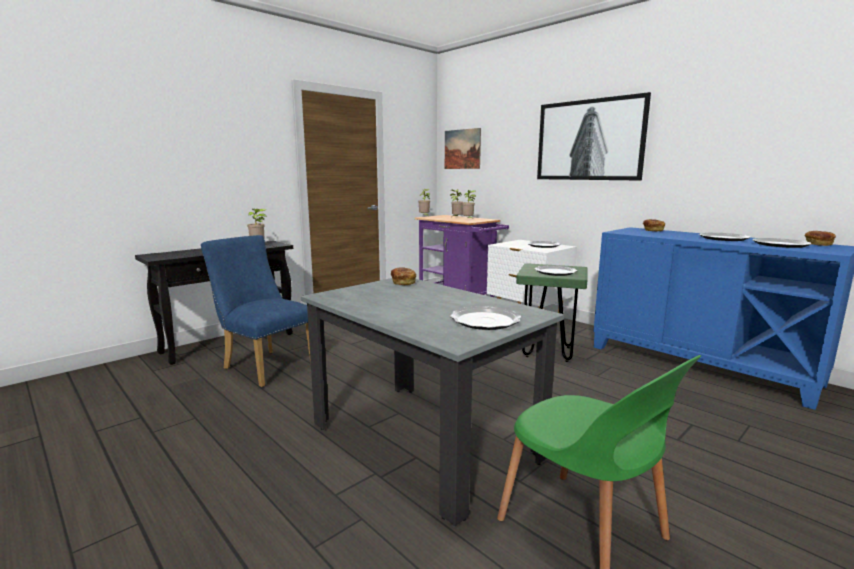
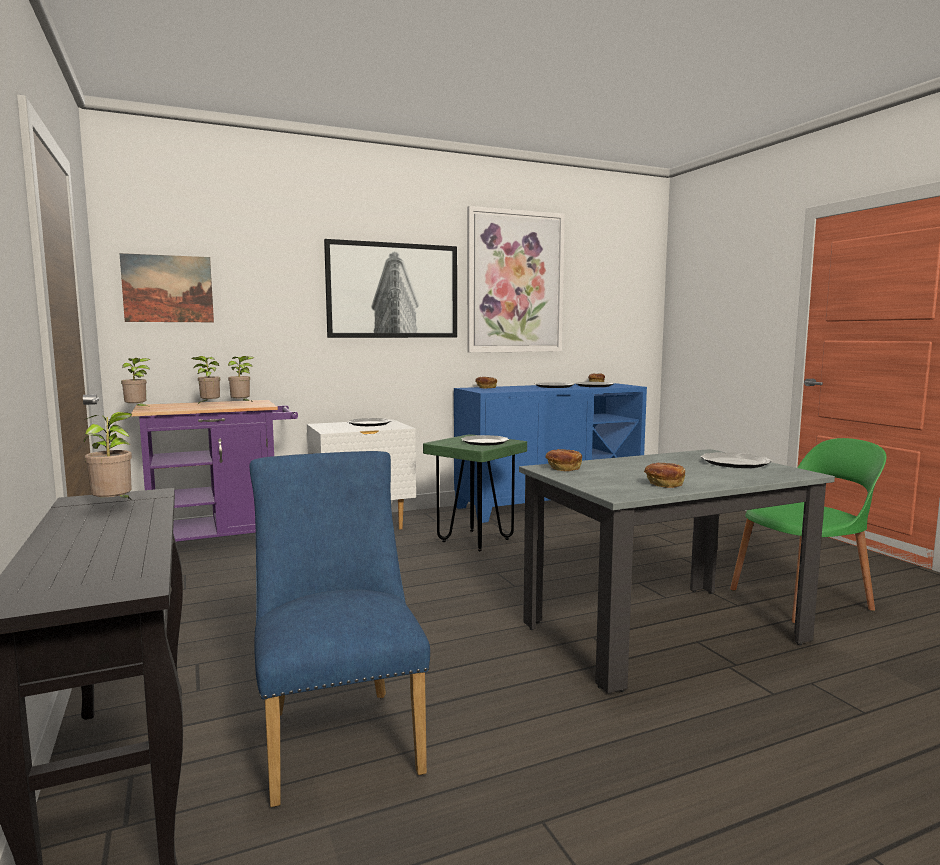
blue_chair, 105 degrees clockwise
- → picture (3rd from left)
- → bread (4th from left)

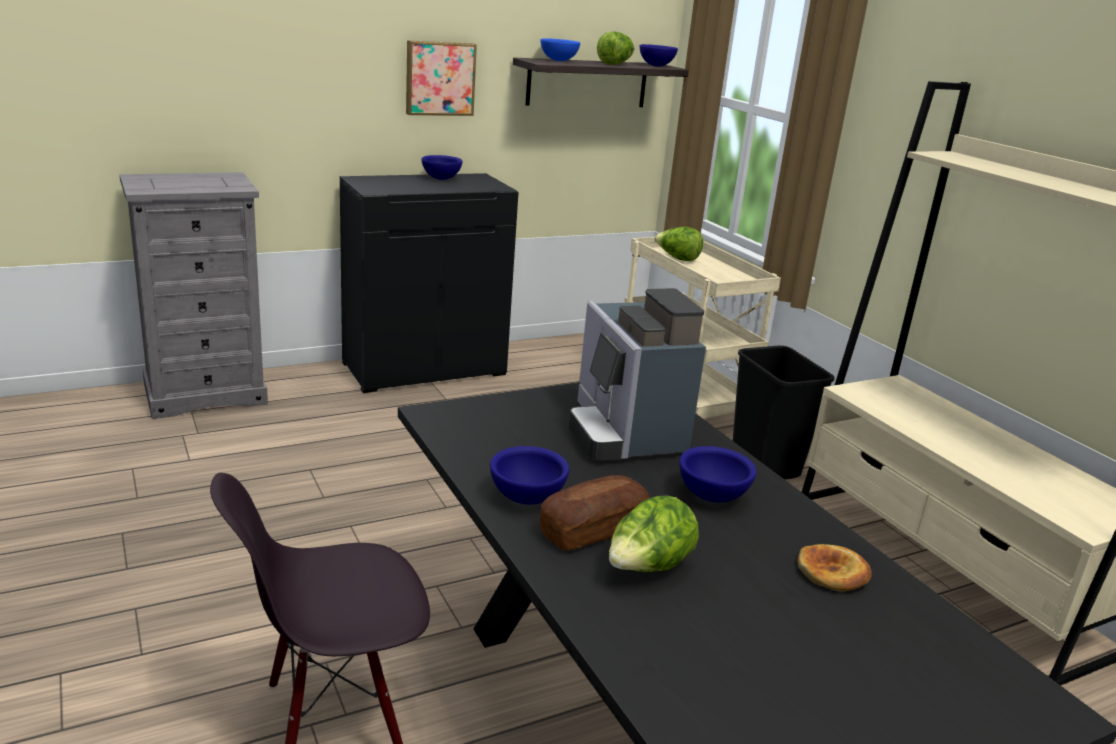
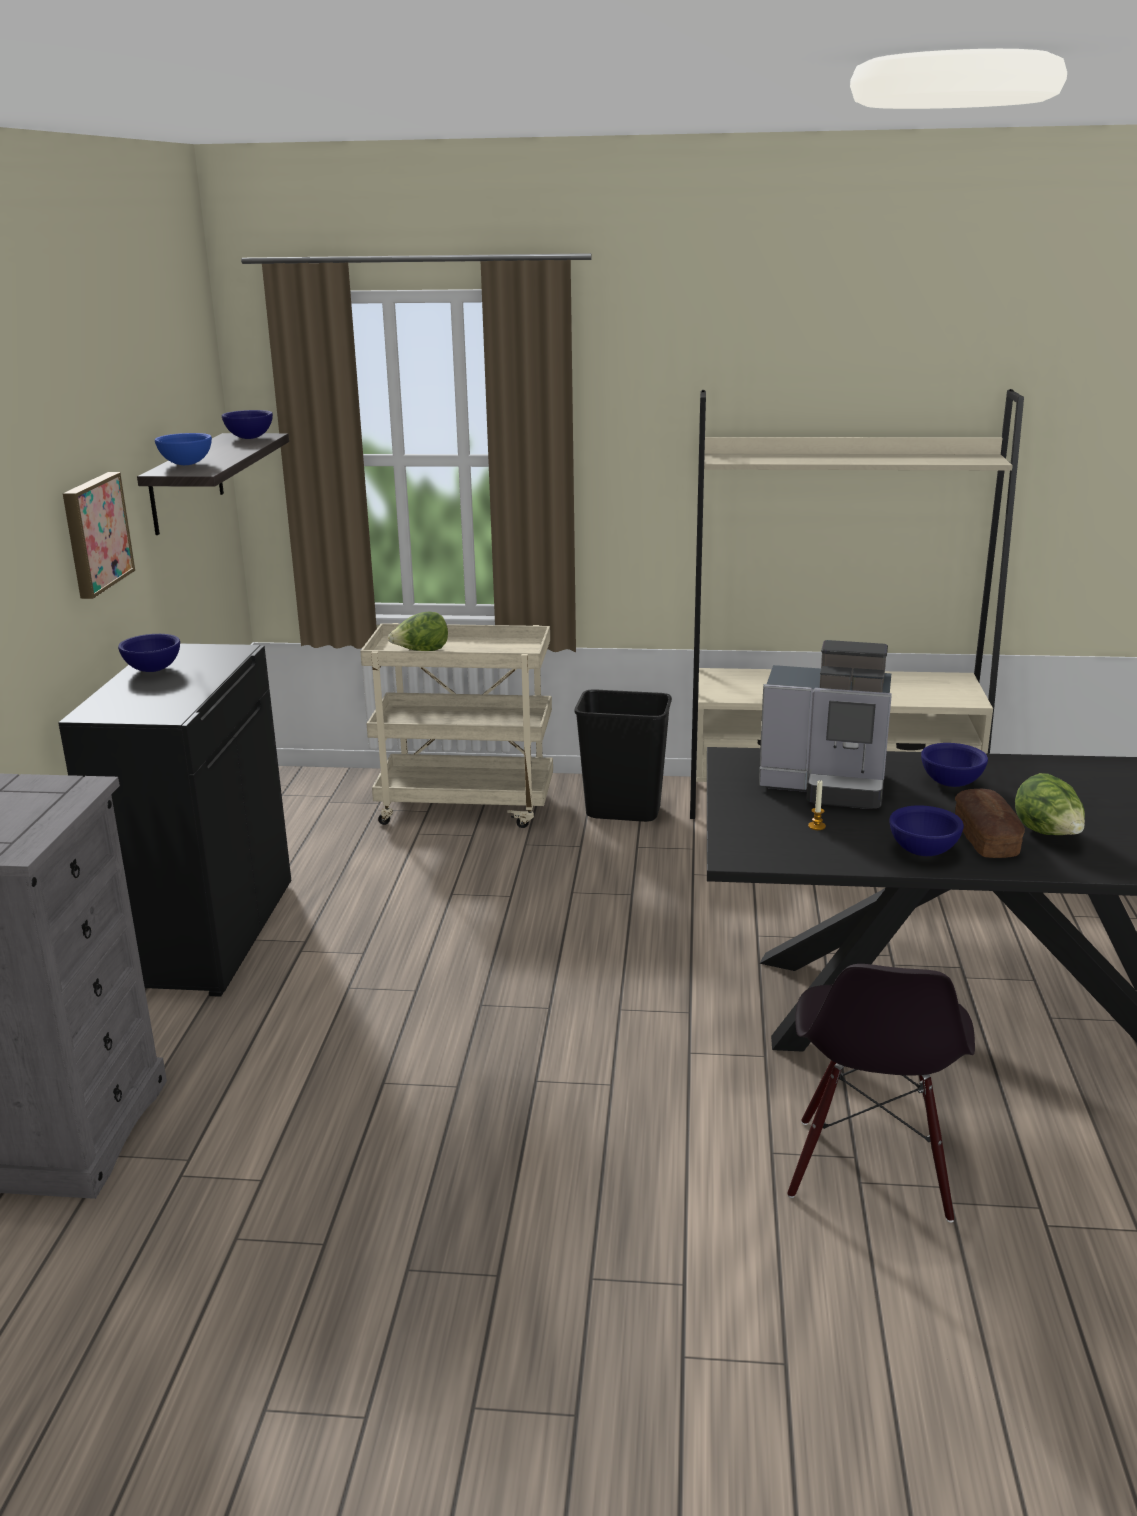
lettuce (1st from left) → -
bread (2nd from left) → -
- → candle

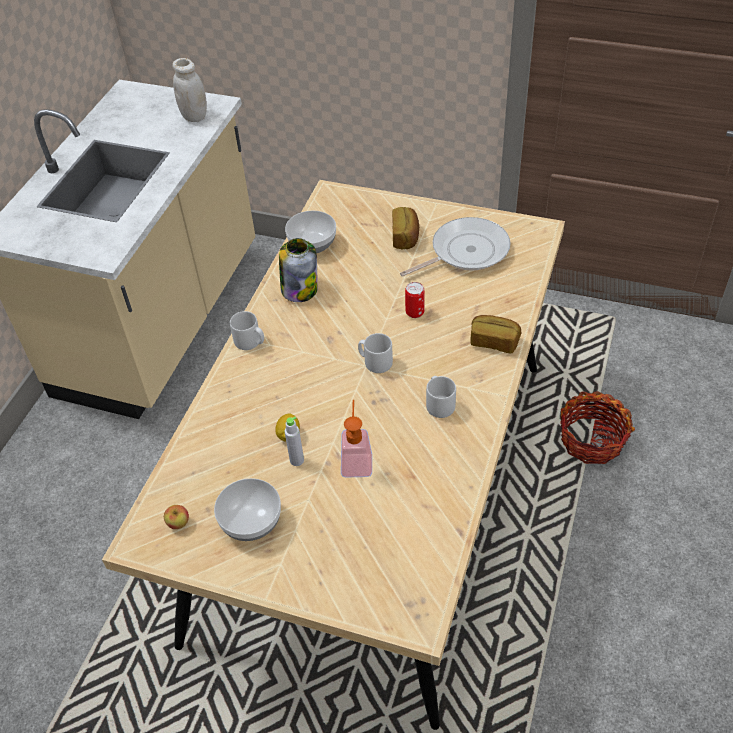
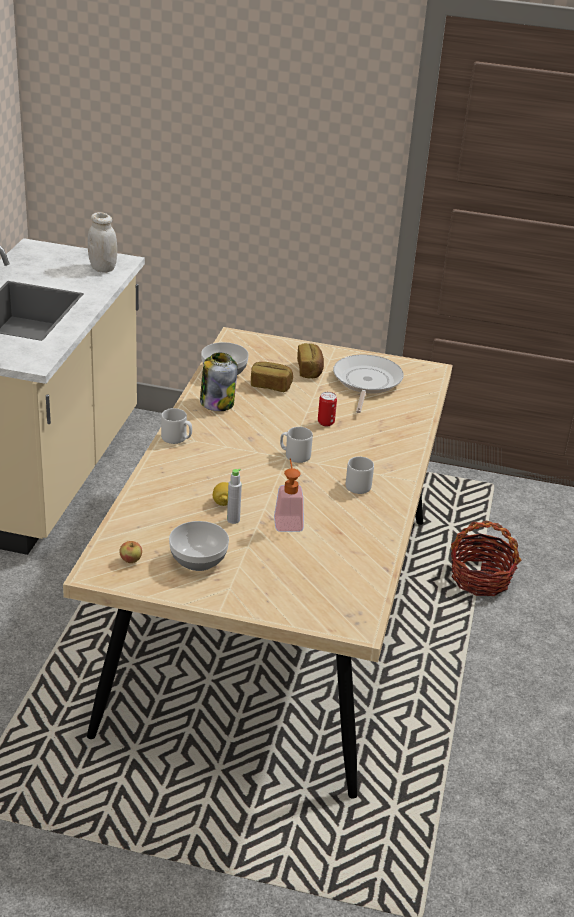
frying_pan, 45 degrees counterclockwise
bread (2nd from left in the first image) → bread (1st from left), move

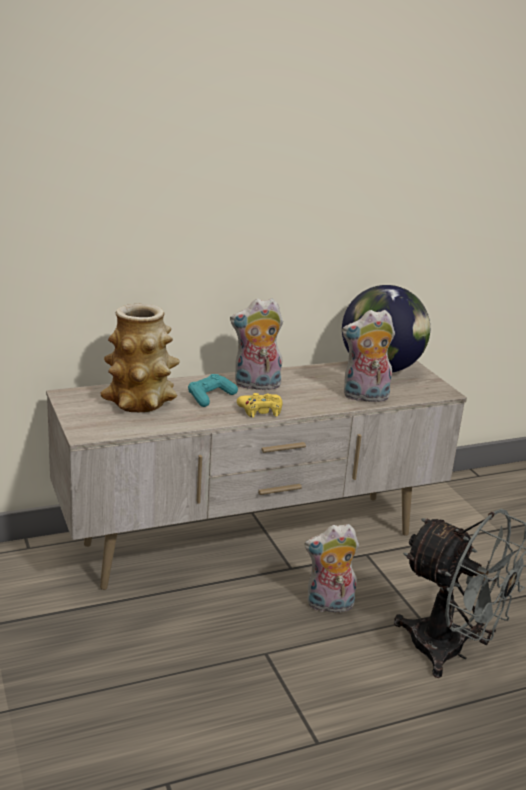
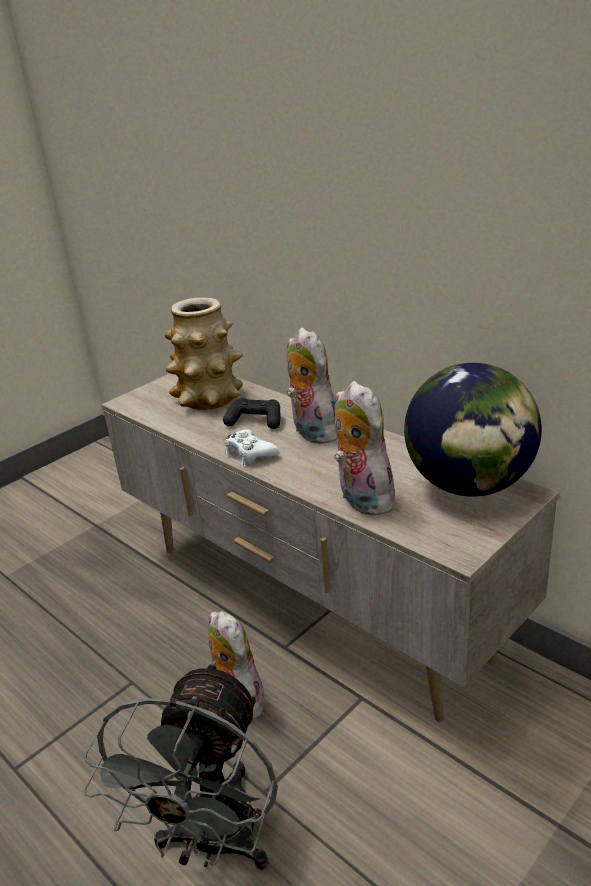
turquoise_game_controller → black_game_controller
yellow_game_controller → white_game_controller

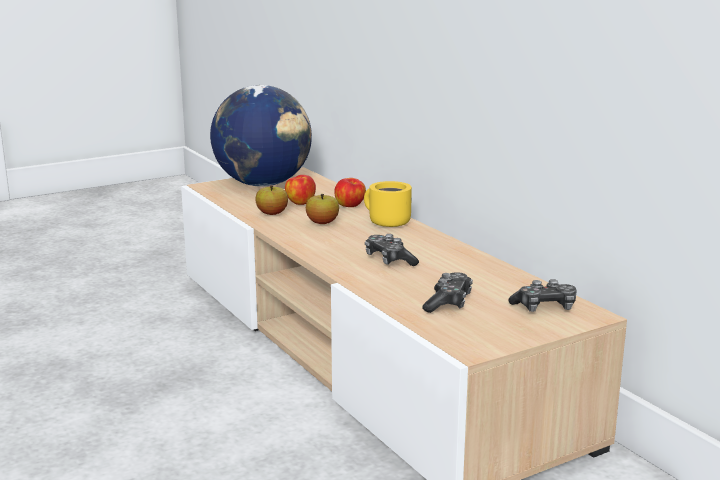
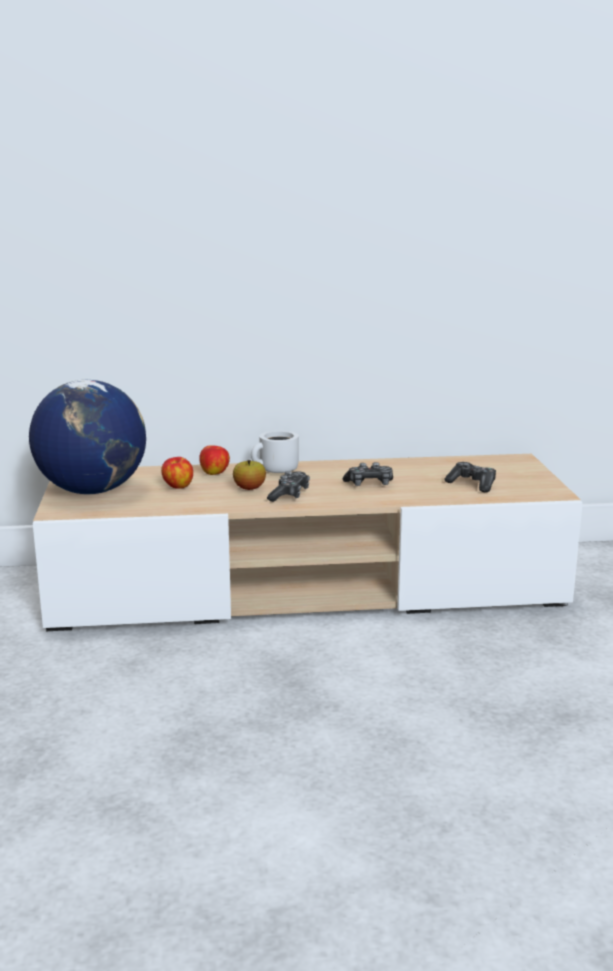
apple (1st from left) → -
yellow_mug → white_mug
game_controller (3rd from left in the first image) → game_controller (1st from left), move

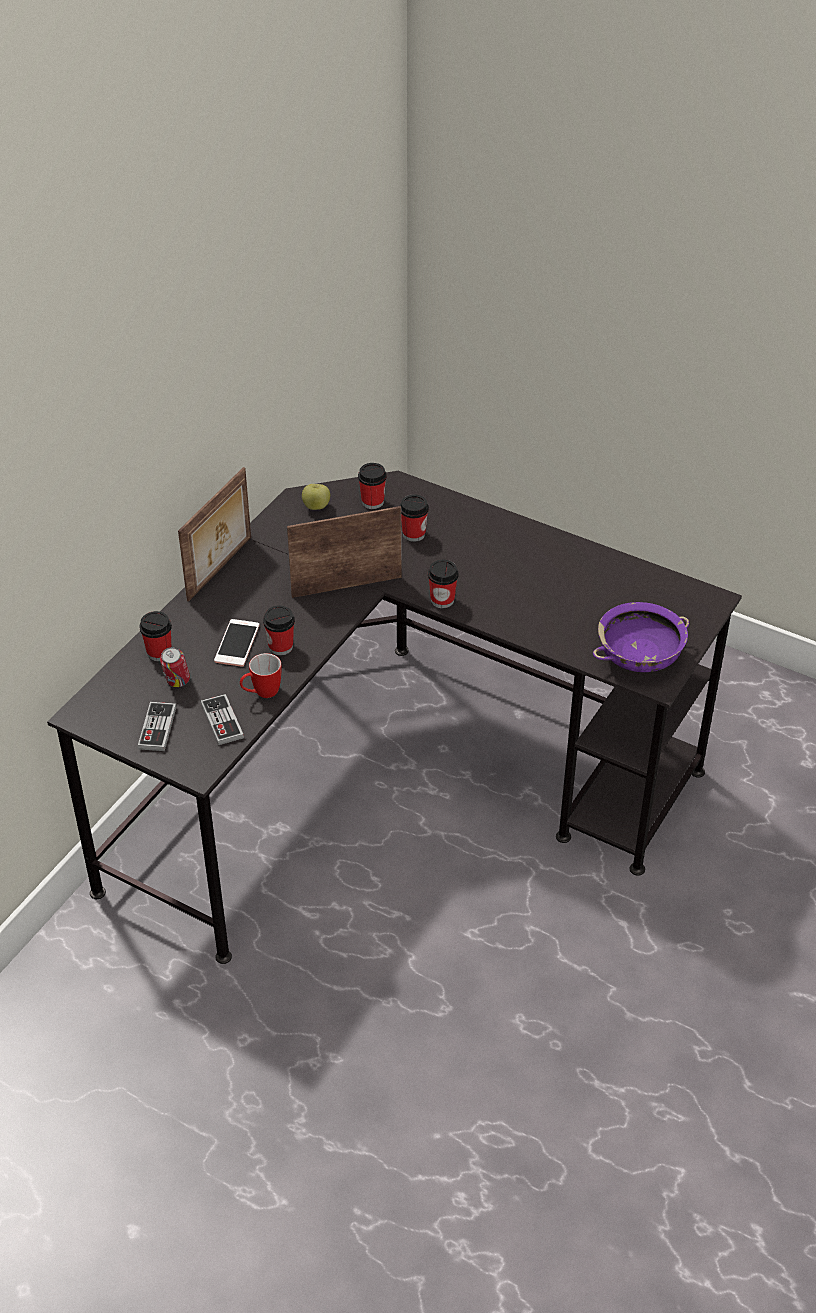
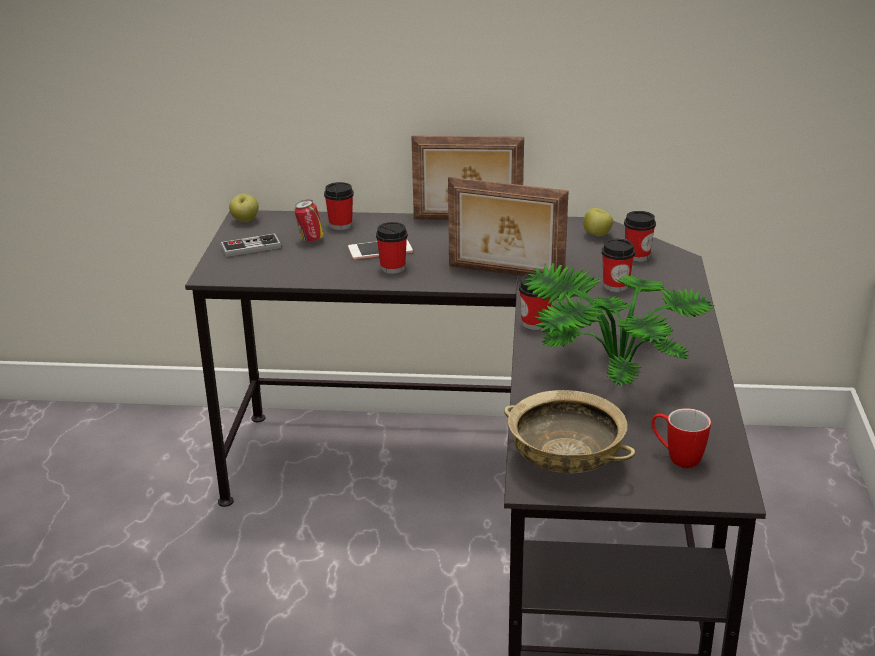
game_controller (2nd from left) → -
mug, move
picture_frame (2nd from left), 150 degrees clockwise
purple_bowl → beige_bowl
- → apple (1st from left)
- → potted_plant

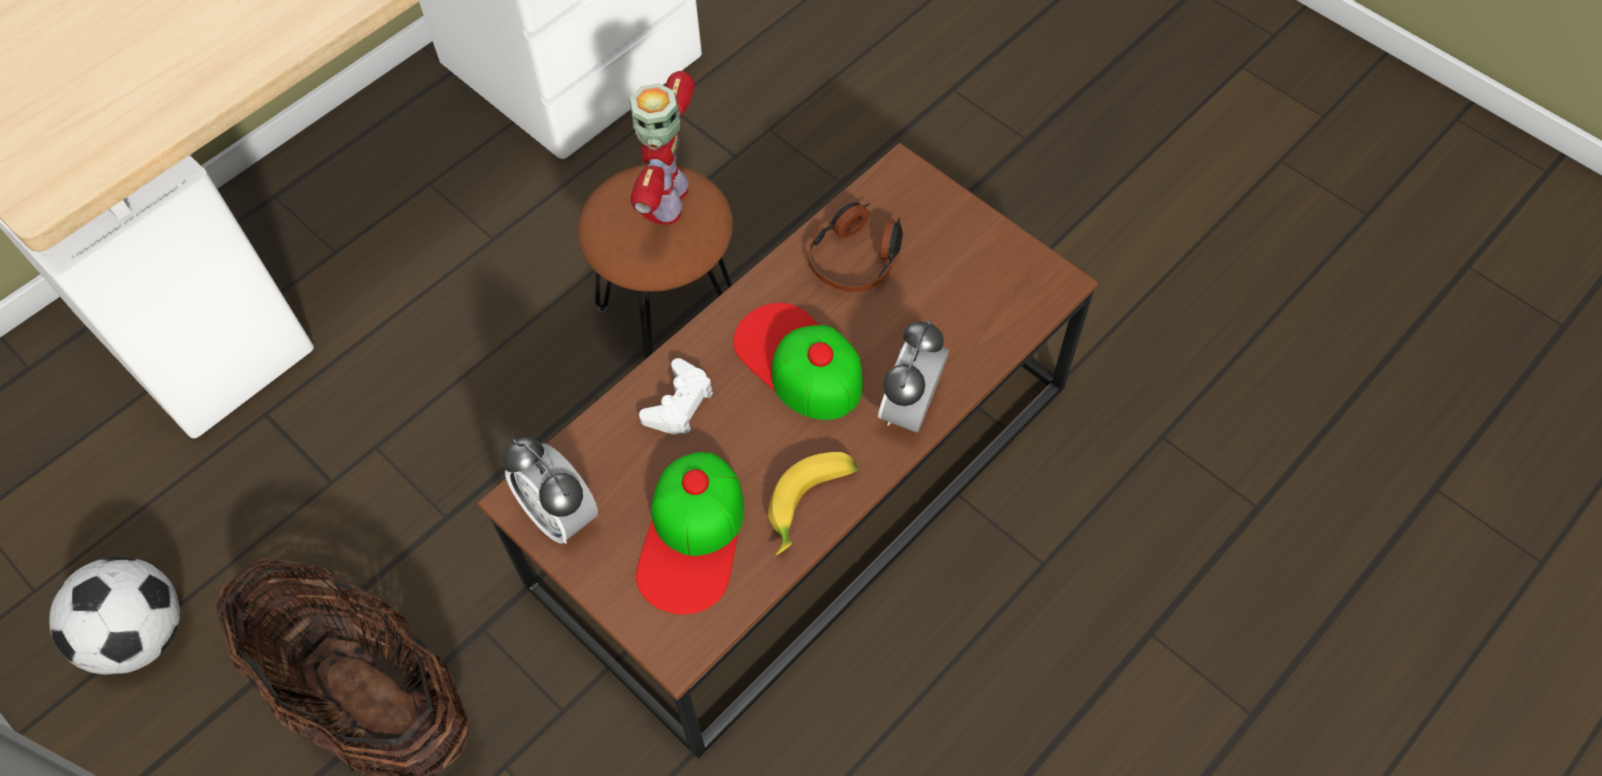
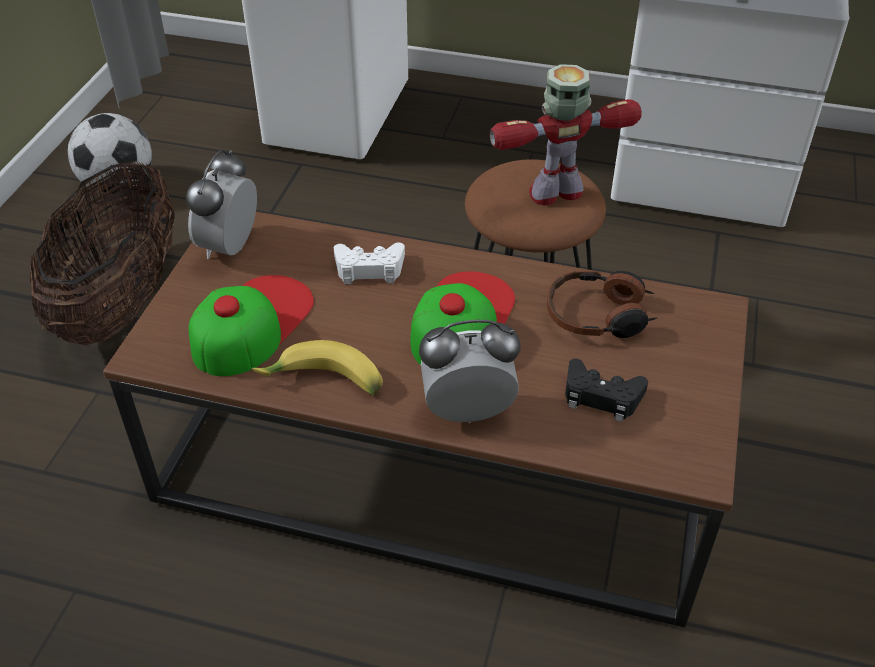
cap (1st from left), 135 degrees clockwise
- → black_game_controller

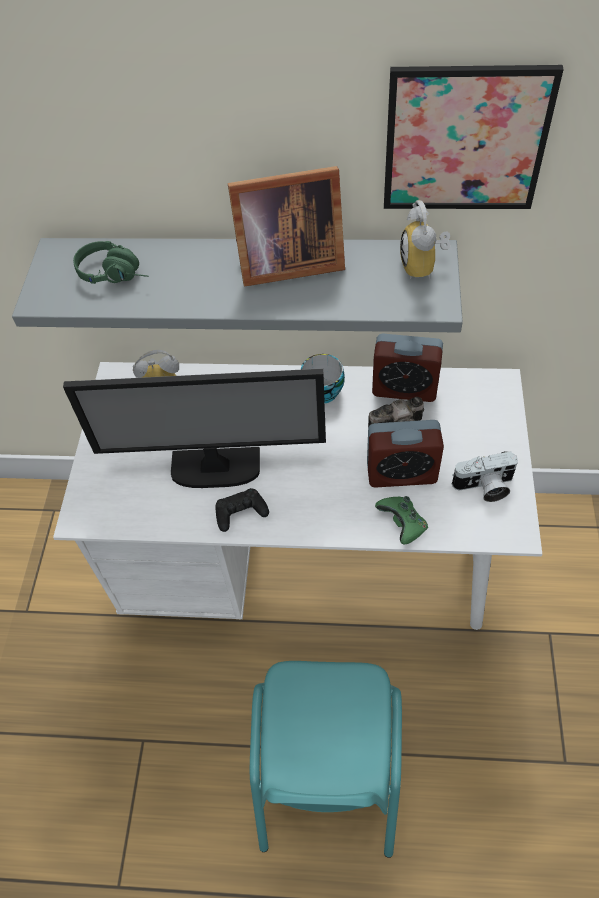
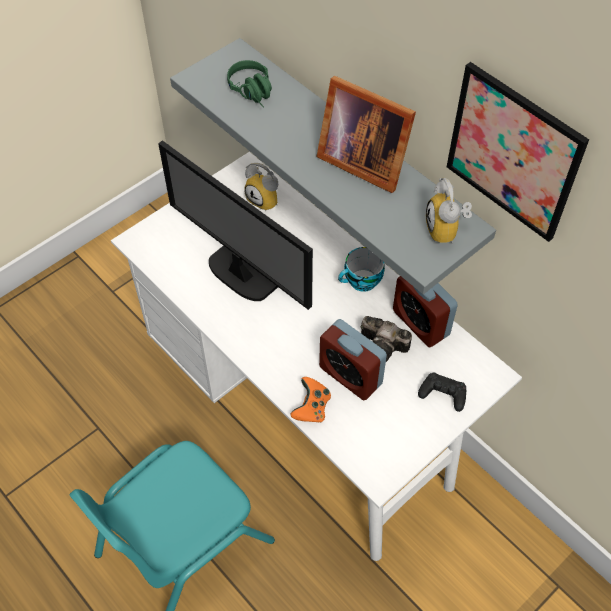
black_game_controller, move
green_game_controller → orange_game_controller
alarm_clock (4th from left), 45 degrees counterclockwise
photo_camera (2nd from left) → -

